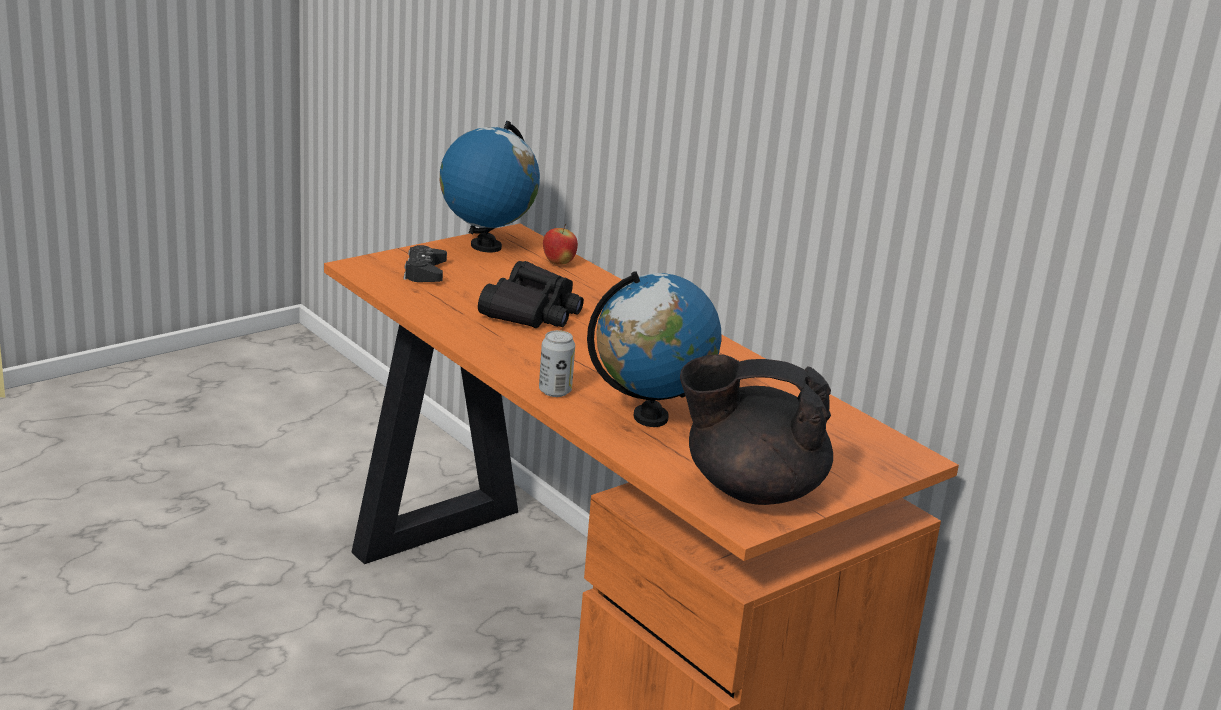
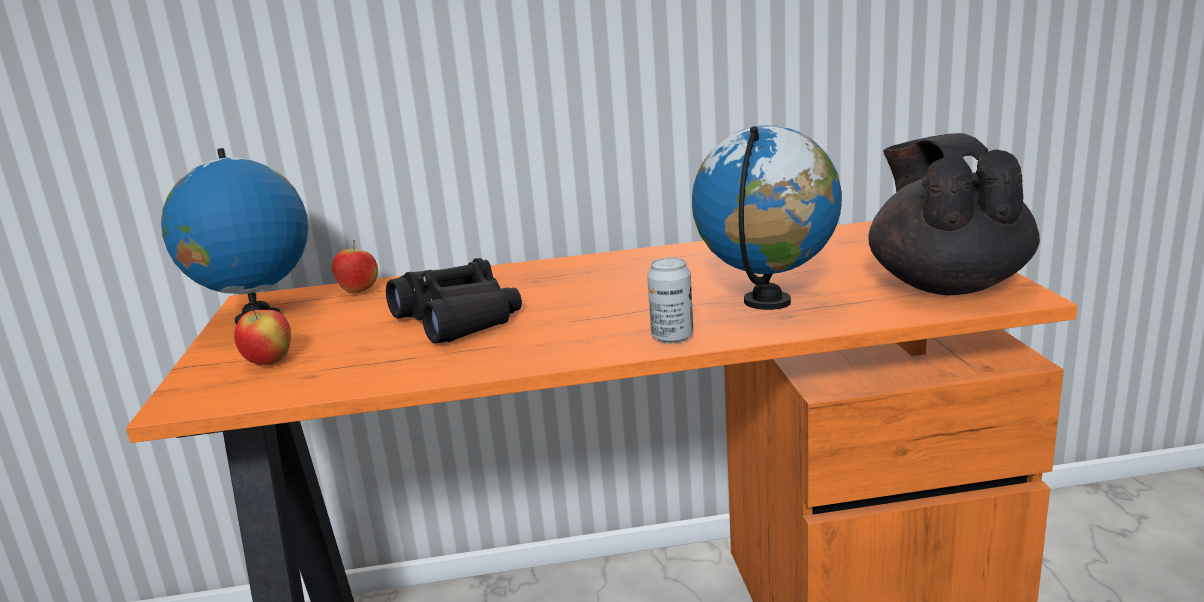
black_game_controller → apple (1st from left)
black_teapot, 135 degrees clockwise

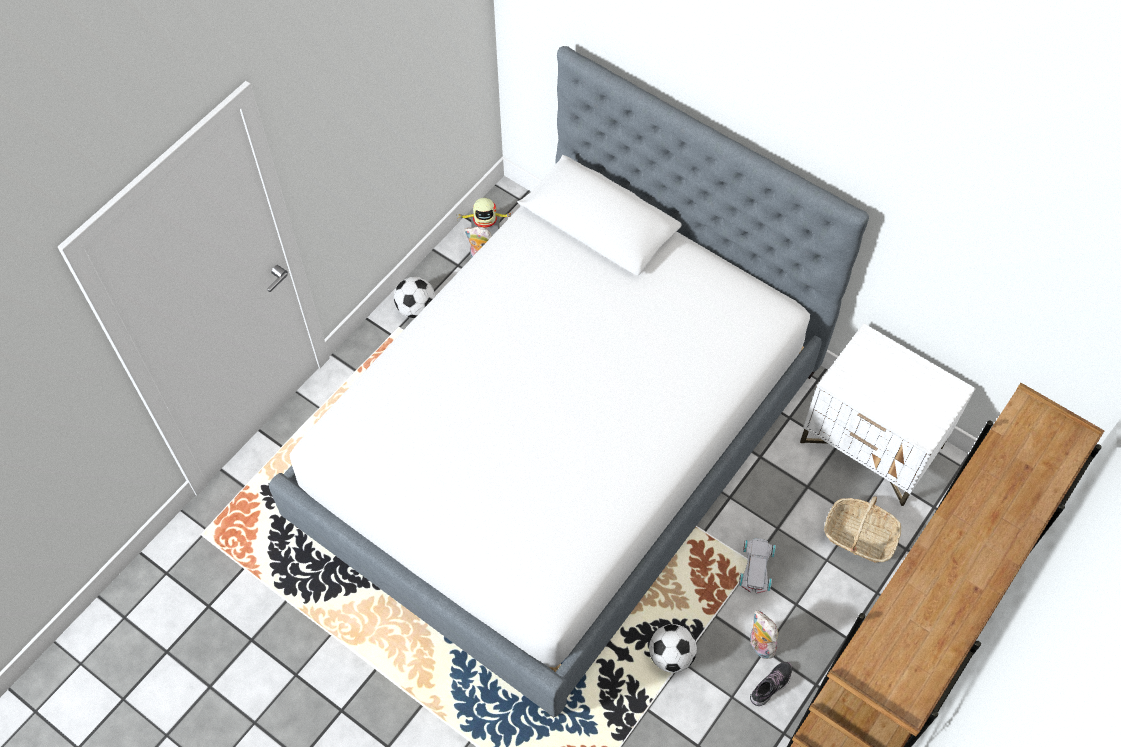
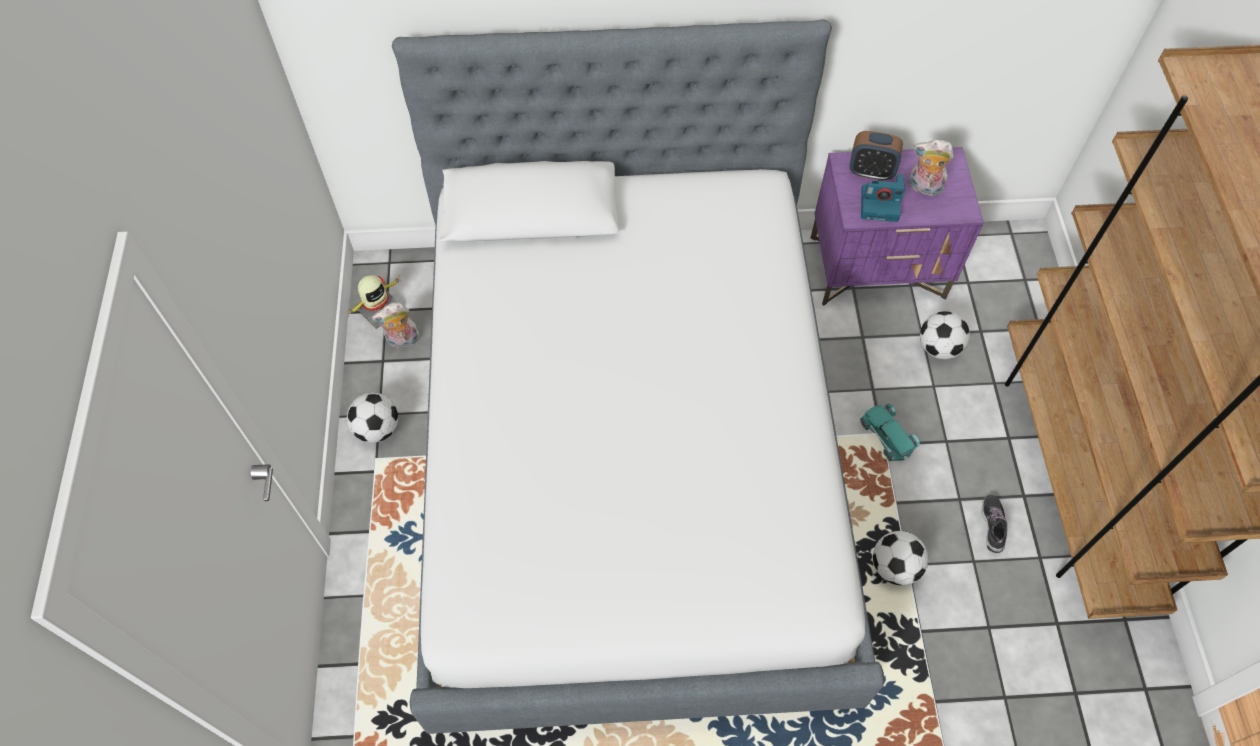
white_toy_car → turquoise_toy_car
plush_toy (2nd from left), move
white_nightstand → purple_nightstand
basket → football (3rd from left)
- → alarm_clock
- → photo_camera

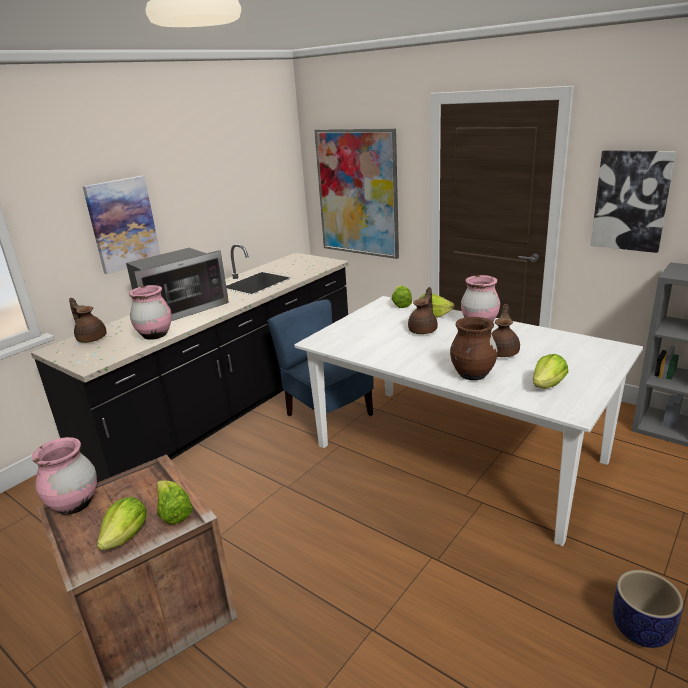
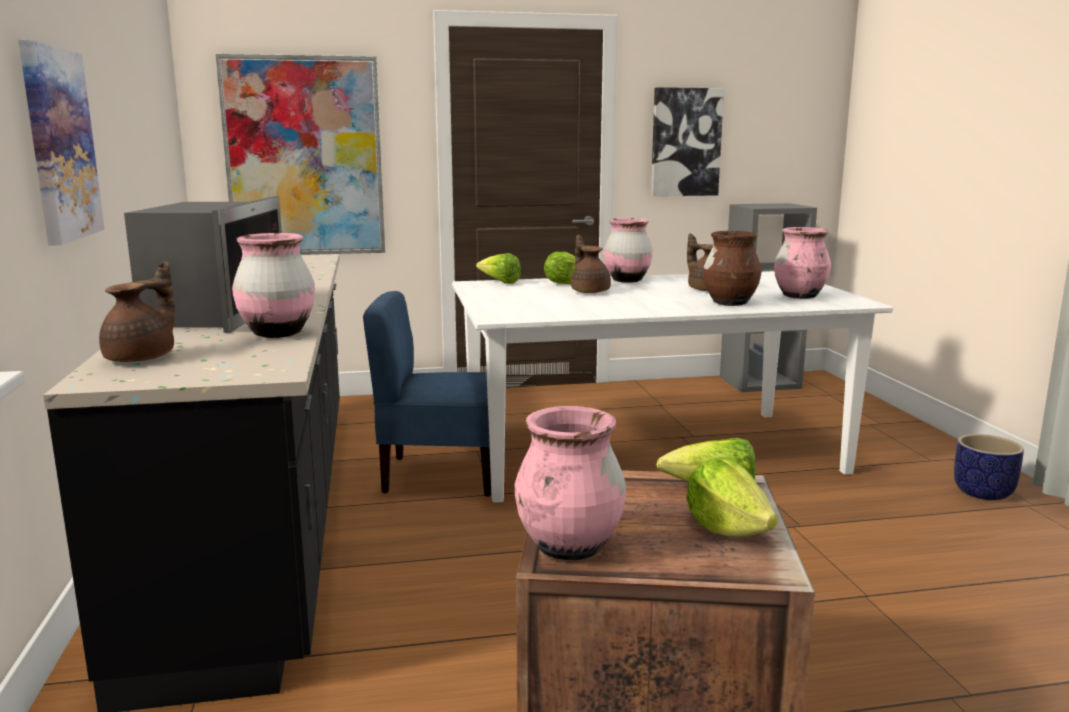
brown_teapot (1st from left), 120 degrees clockwise
lettuce (5th from left) → pink_vase (4th from left)

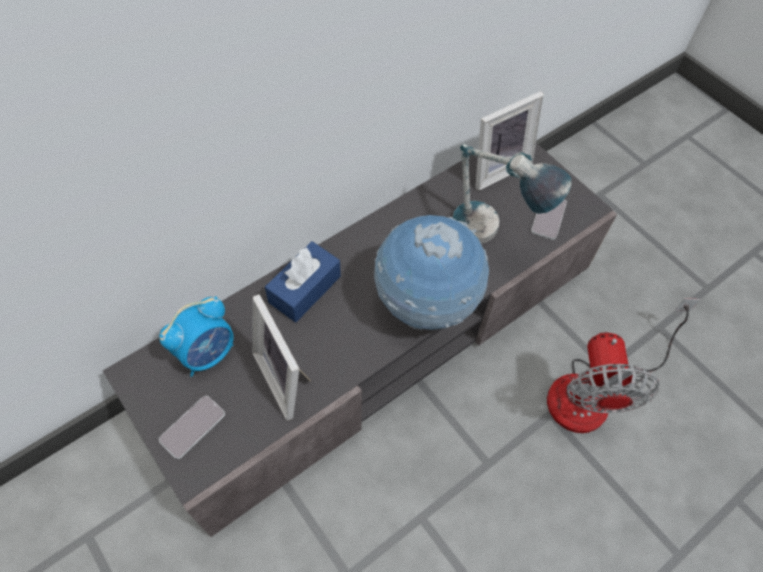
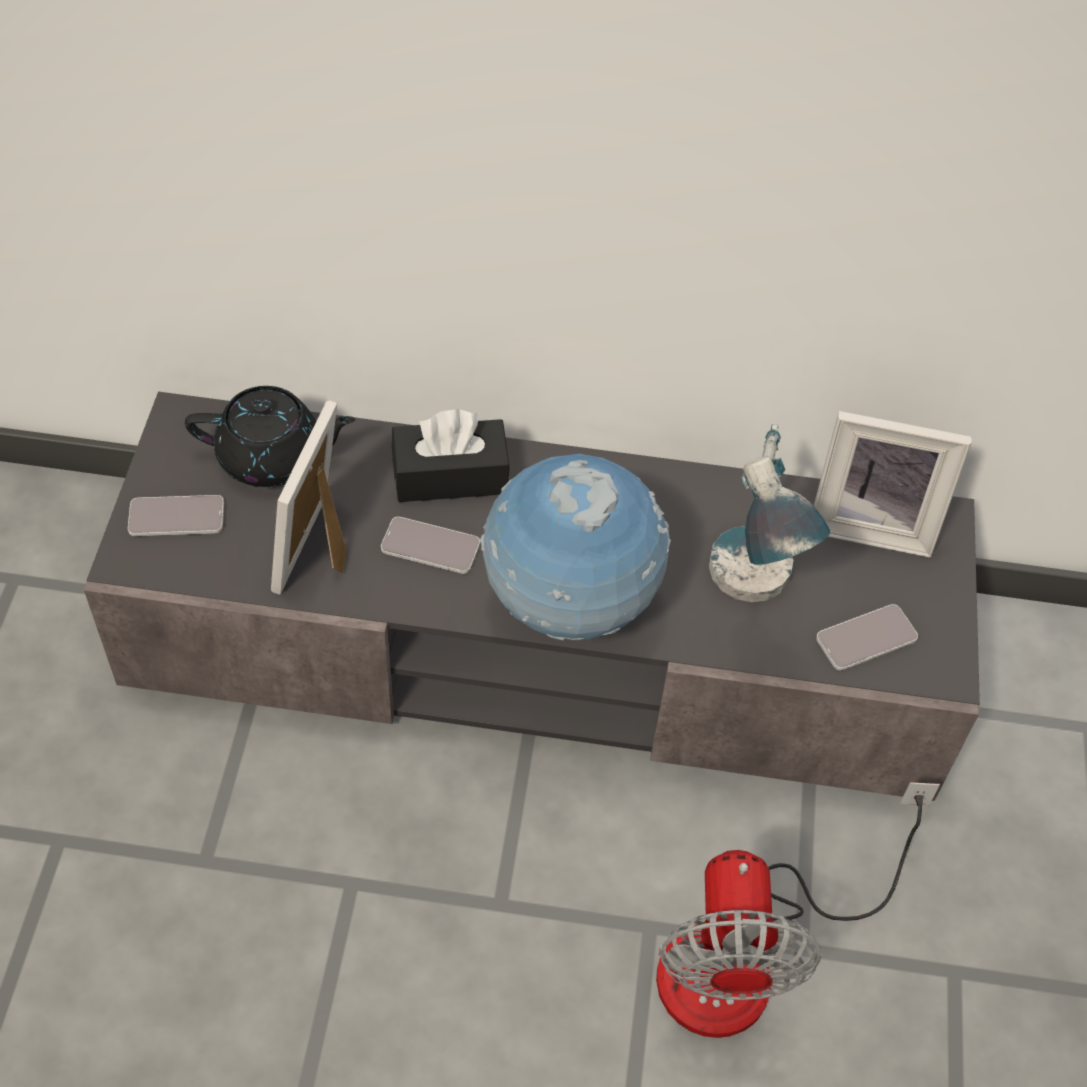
alarm_clock → black_teapot
blue_tissue_box → black_tissue_box
fan, 45 degrees counterclockwise
- → phone (2nd from left)

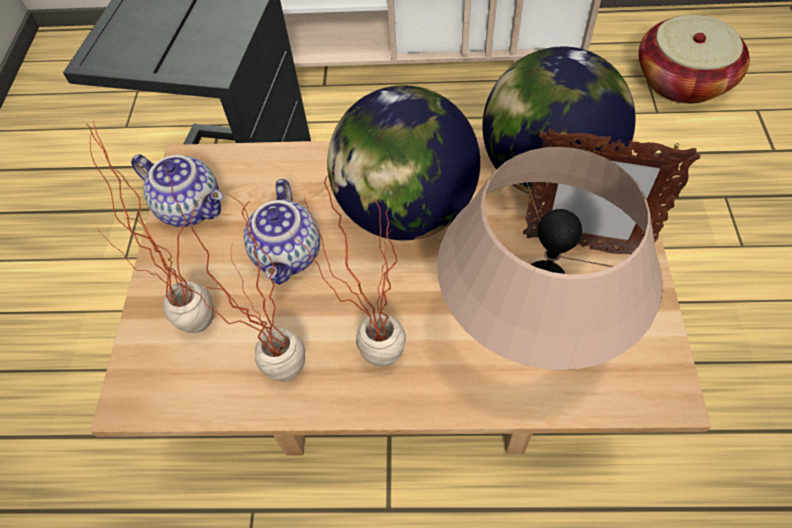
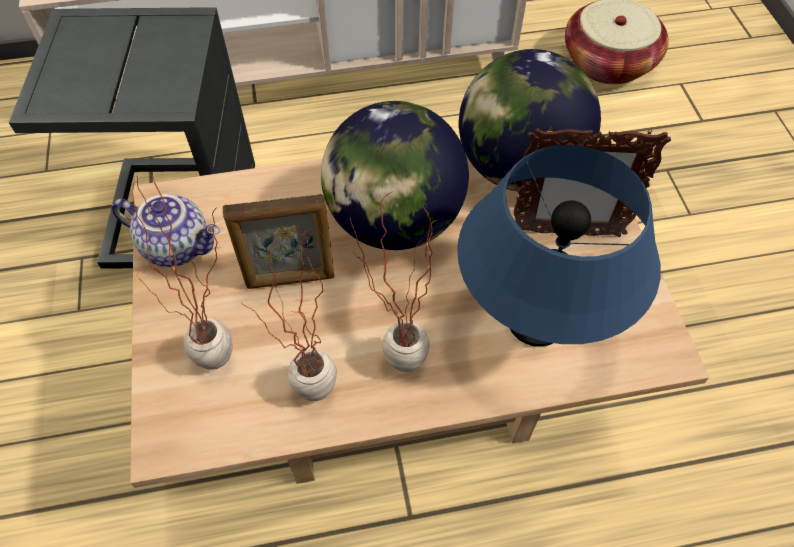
teapot (2nd from left) → picture_frame (1st from left)
beige_table_lamp → blue_table_lamp

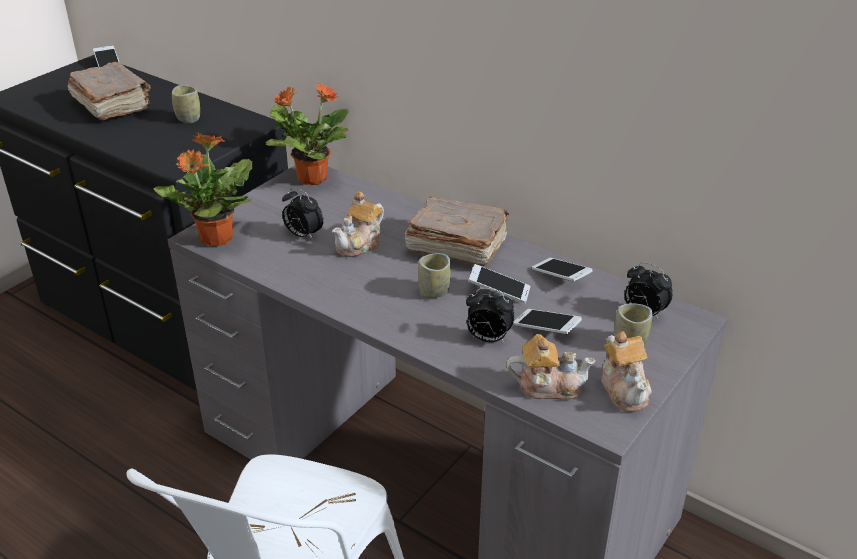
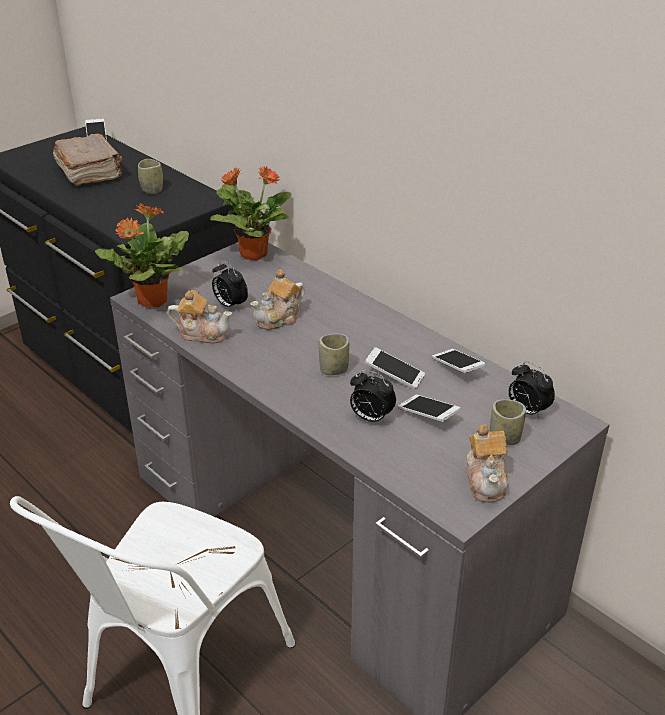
brown_book (2nd from left) → -
teapot (2nd from left in the first image) → teapot (1st from left), move

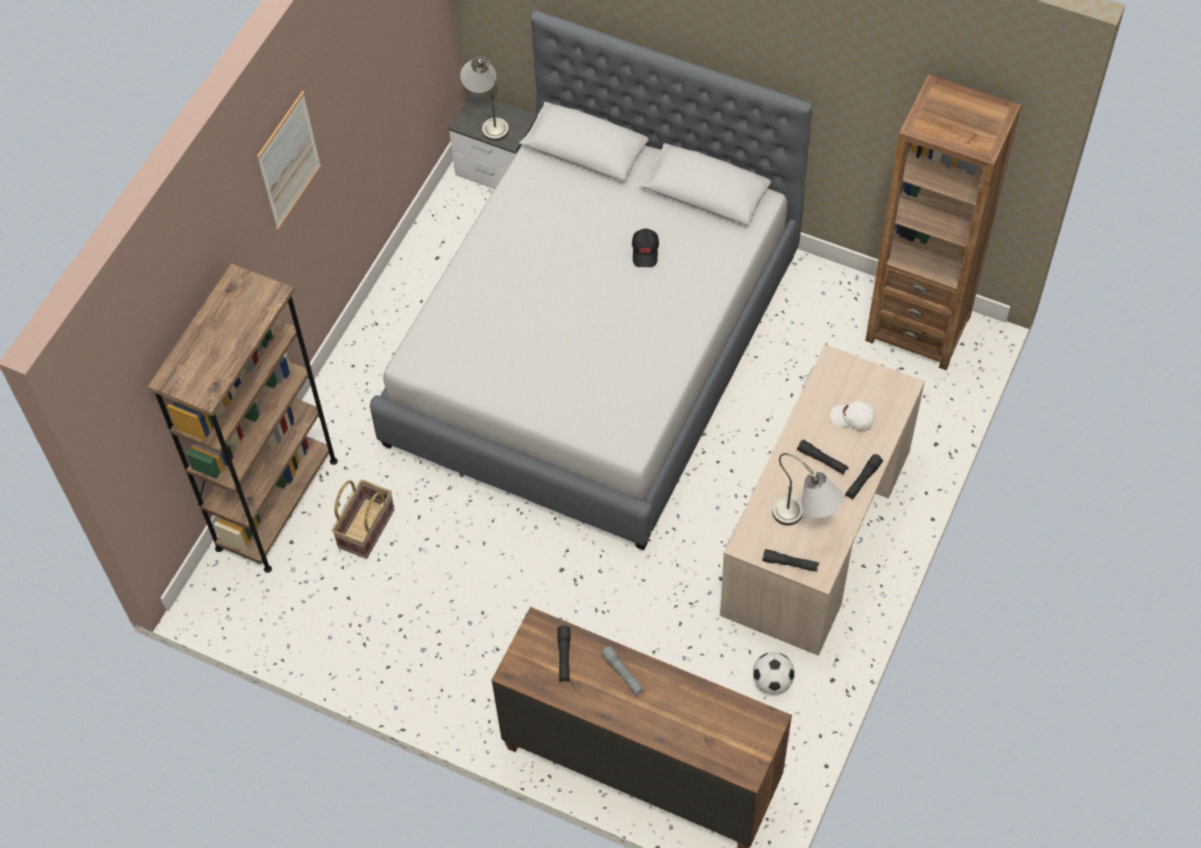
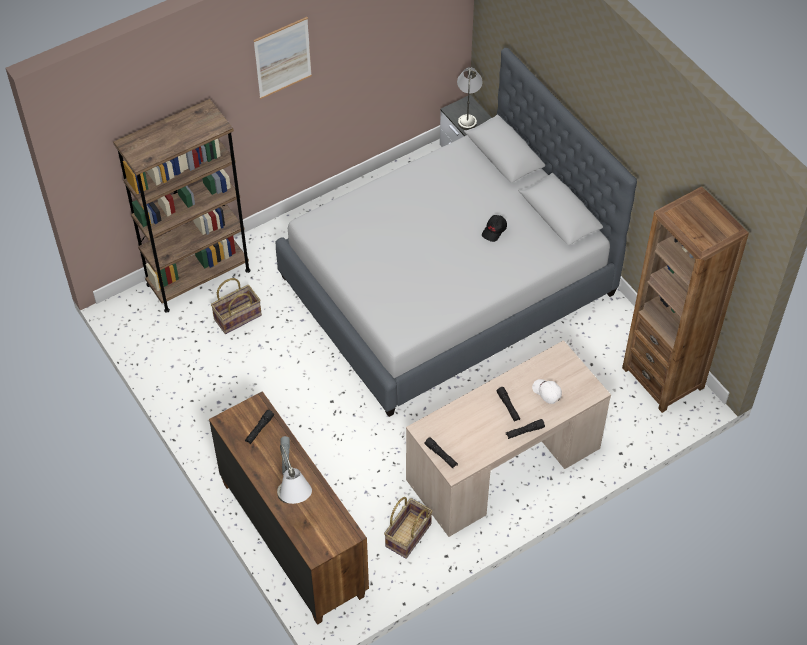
football → basket (2nd from left)
grey_table_lamp (2nd from left in the first image) → grey_table_lamp (1st from left), move

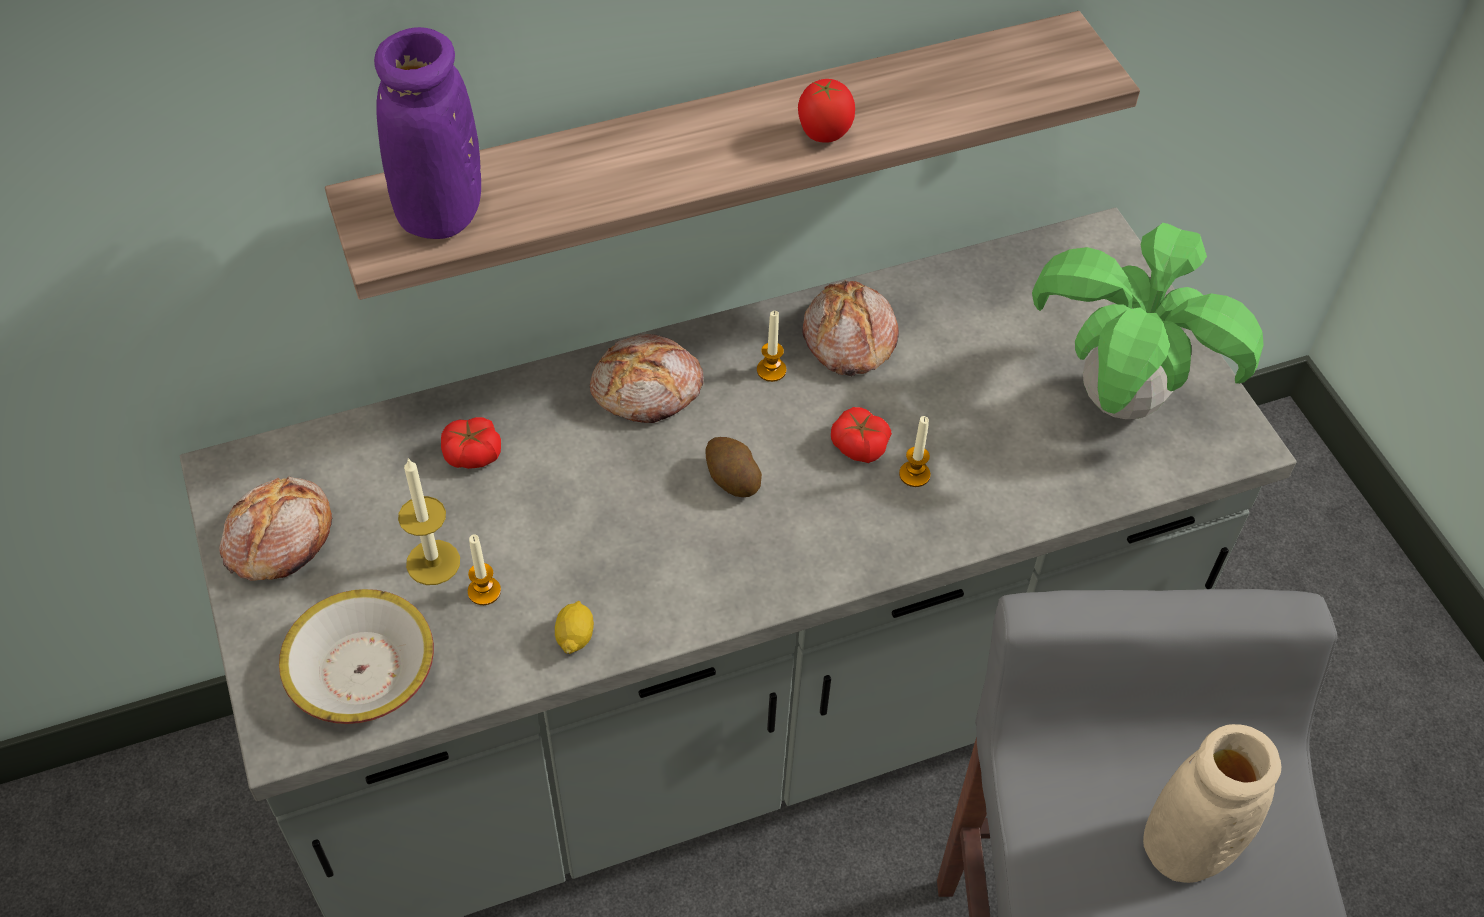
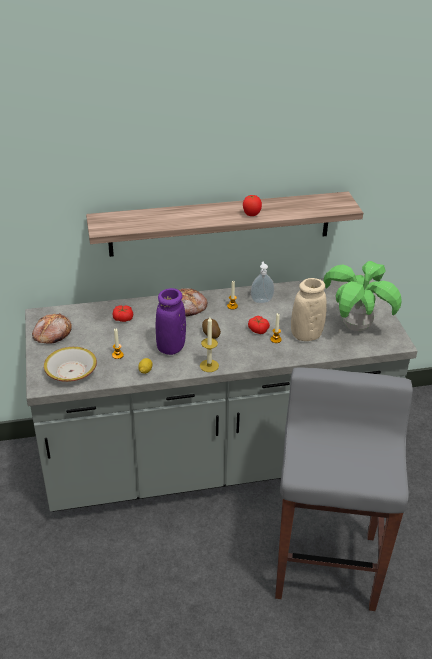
purple_vase, move
candle (1st from left in the first image) → candle (2nd from left), move
bread (3rd from left) → soap_dispenser
beige_vase, move

